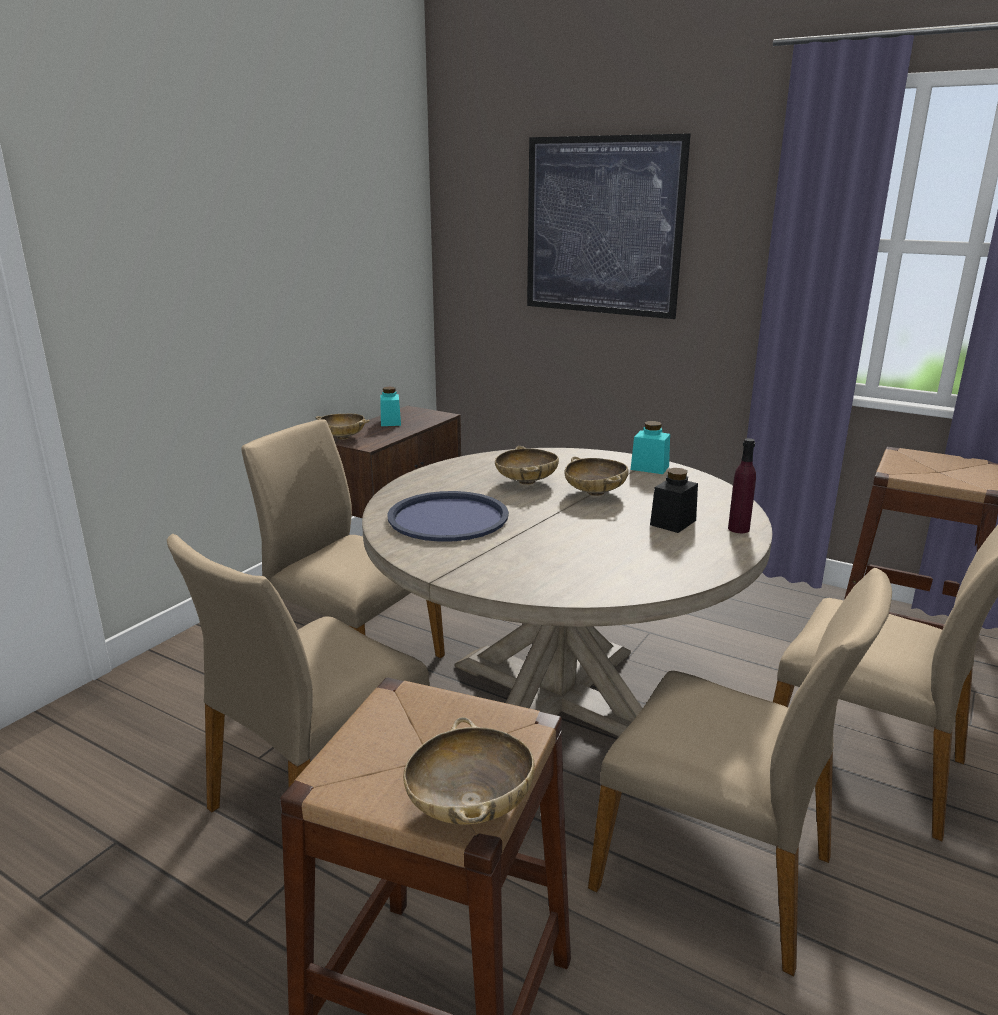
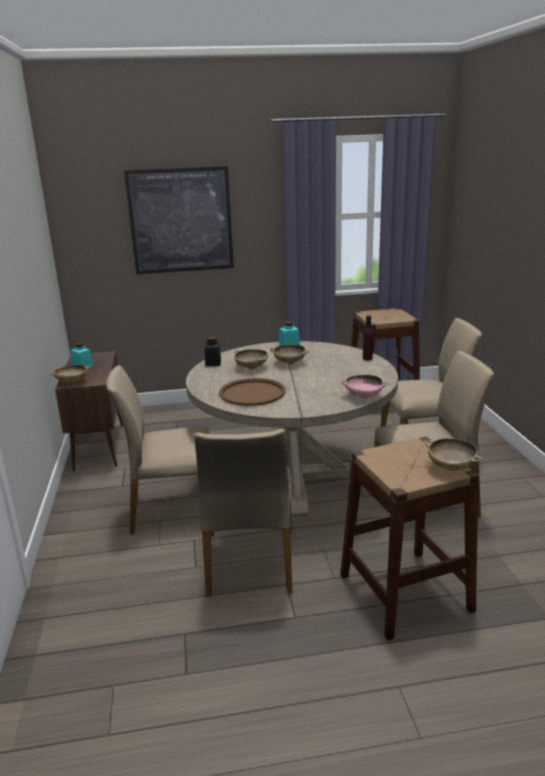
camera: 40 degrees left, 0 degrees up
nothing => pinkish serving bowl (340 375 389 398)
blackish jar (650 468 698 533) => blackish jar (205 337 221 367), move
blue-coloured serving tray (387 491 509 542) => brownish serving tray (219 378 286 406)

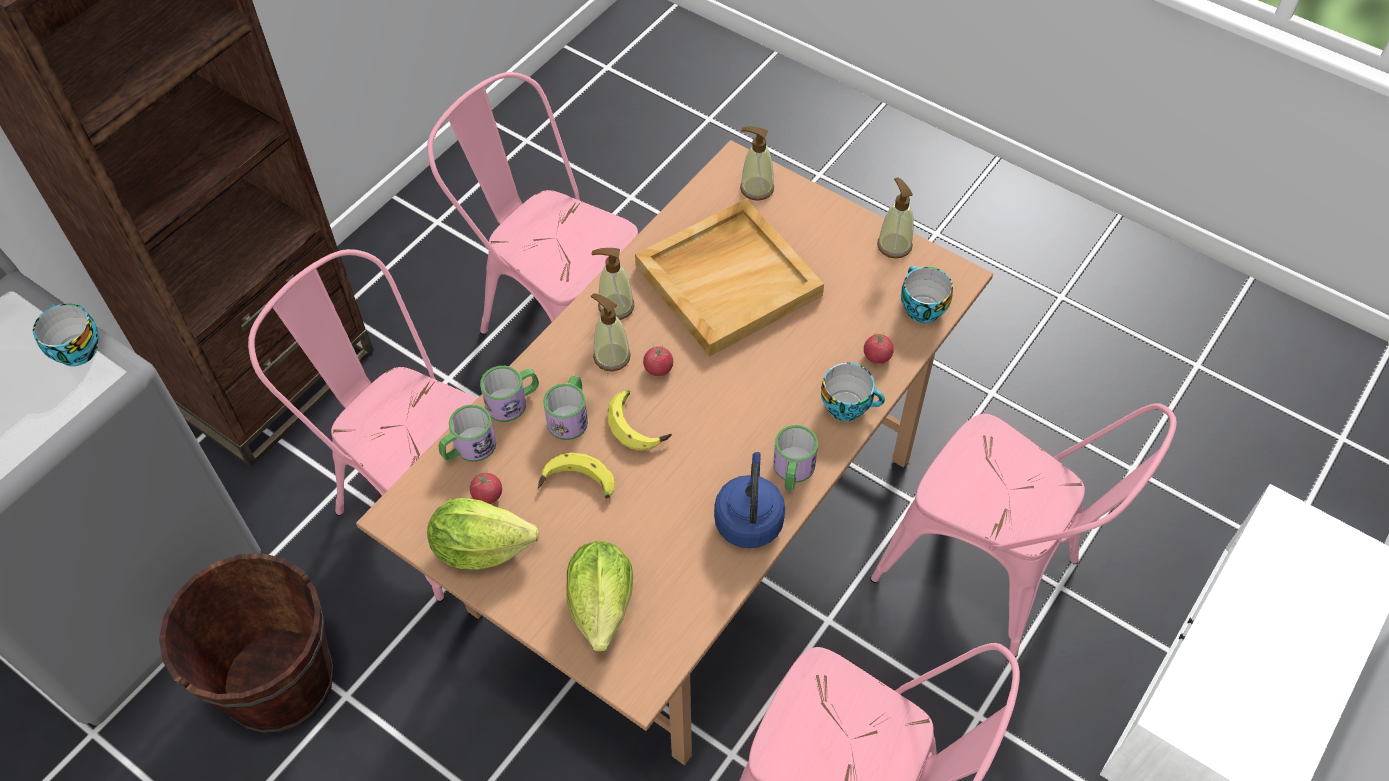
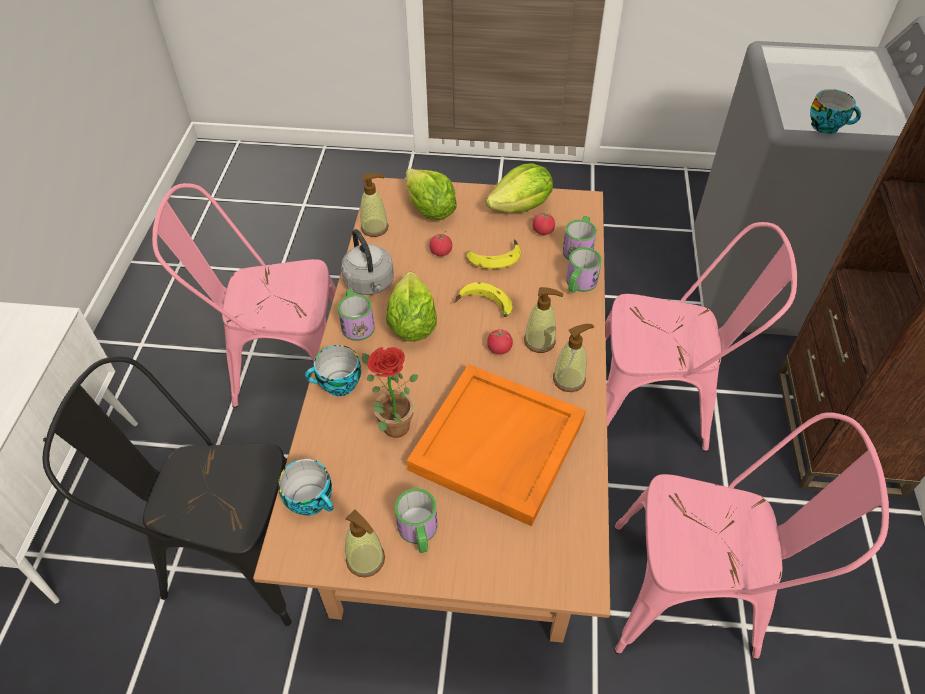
camera: 150 degrees right, 5 degrees down
brownish pail (159 553 334 733) => nothing
nothing => houseplant (362 347 418 438)
nothing => head of lettuce (386 272 437 341)
mug (543 375 588 440) => mug (395 488 438 553), move
soap bottle (740 126 774 201) => soap bottle (360 173 388 237), move
fresh tomato (864 331 894 364) => fresh tomato (429 231 452 256), move
beige serving tray (635 199 824 356) => orange-coloured serving tray (407 364 586 527)
blue-coloured water kettle (714 452 785 548) => grey water kettle (341 229 394 295)
pinkish upright chair (870 403 1177 657) => blackish upright chair (42 357 292 626)

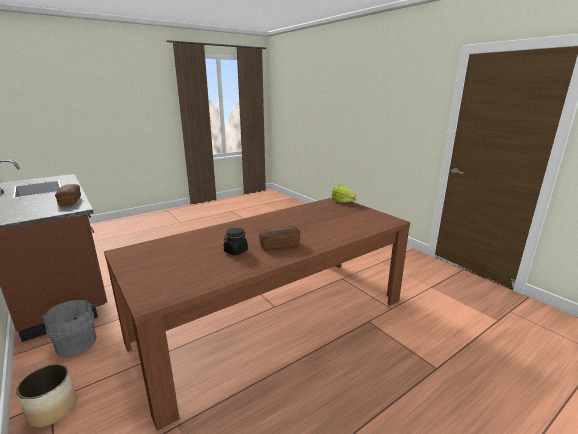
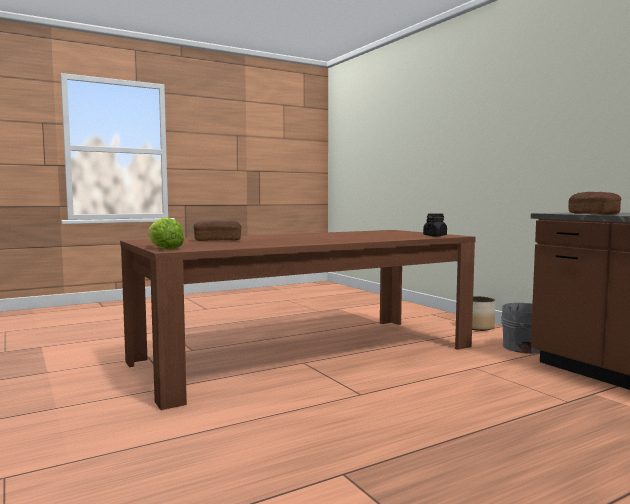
camera: 175 degrees left, 15 degrees down
blackish jar (224 228 248 255) => blackish jar (423 213 447 236), move
bread (259 226 300 249) => bread (193 220 241 241), move

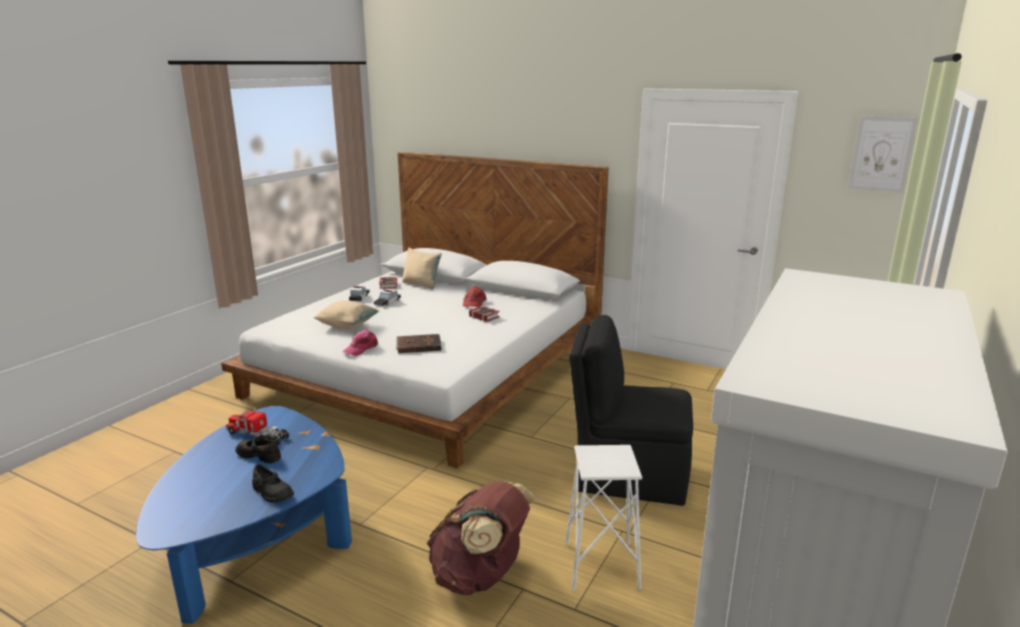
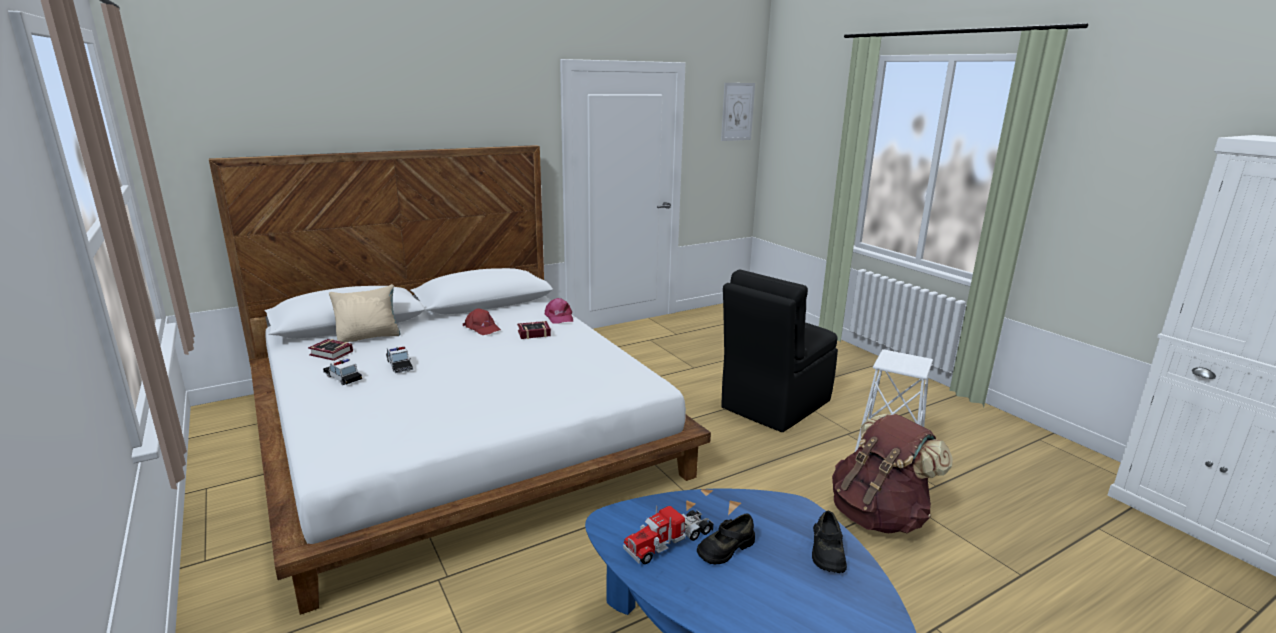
camera: 60 degrees left, 0 degrees up
beige pillow (313 301 379 329) => nothing
brownish volume (396 334 442 353) => nothing
pinkish peaked cap (343 330 378 356) => pinkish peaked cap (545 298 573 324), move
blackish shoe (252 464 294 503) => blackish shoe (812 511 847 573), 120 degrees clockwise

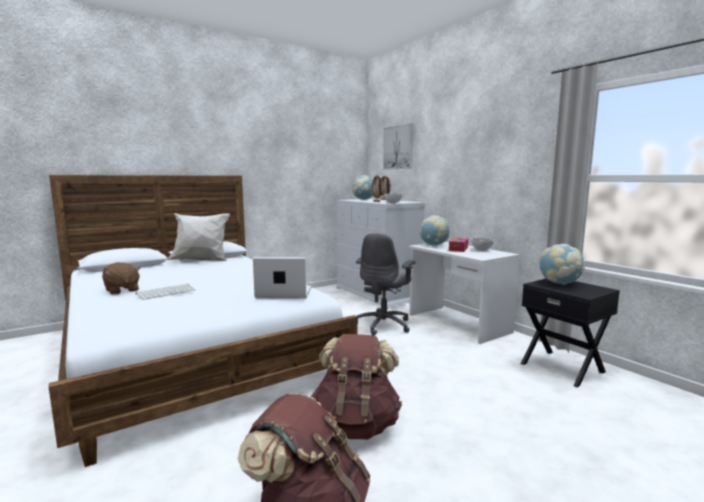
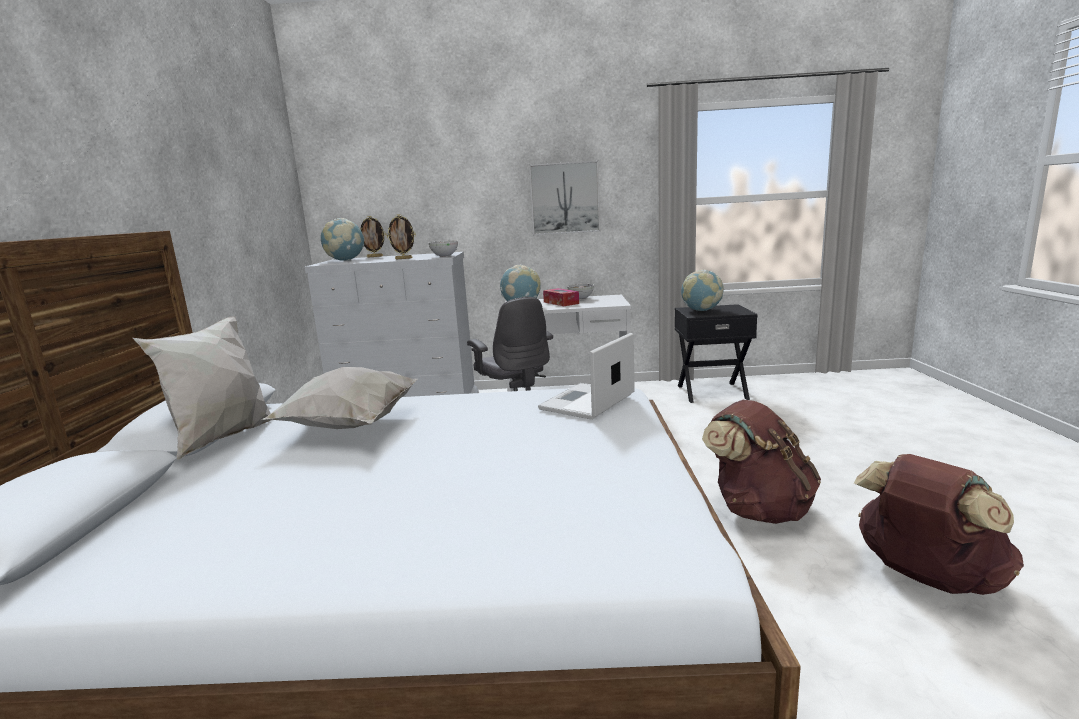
camera: 55 degrees left, 5 degrees up
brownish cuddly toy (102 262 141 295) => nothing
computer keyboard (136 284 195 300) => nothing
nothing => whitish pillow (261 367 418 429)
wall picture (383 123 414 170) => wall picture (529 160 600 235), move

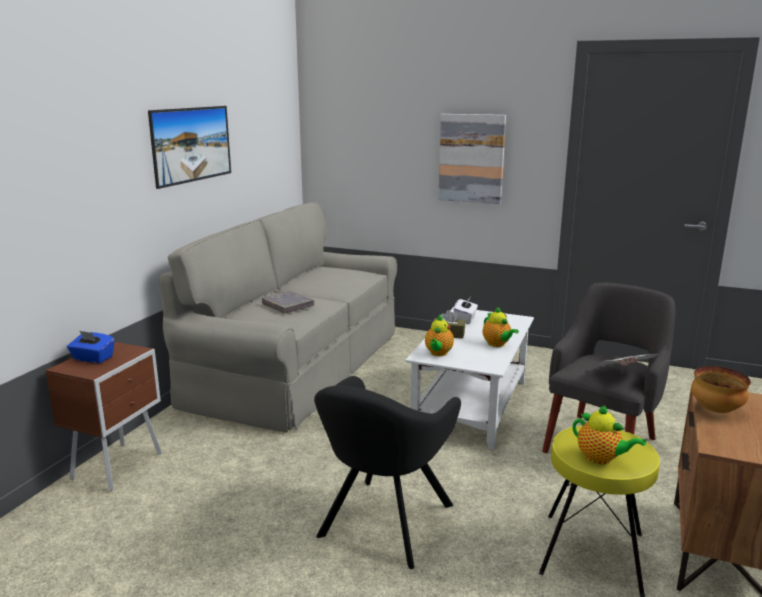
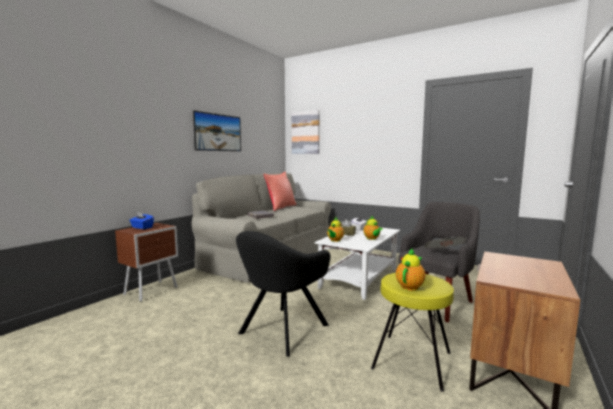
camera: 10 degrees right, 10 degrees down
serving bowl (691 366 751 413) => nothing
nothing => reddish pillow (263 172 297 211)
wall picture (438 114 506 204) => wall picture (292 110 320 154), move
teapot (573 405 646 465) => teapot (396 249 426 291), 105 degrees counterclockwise

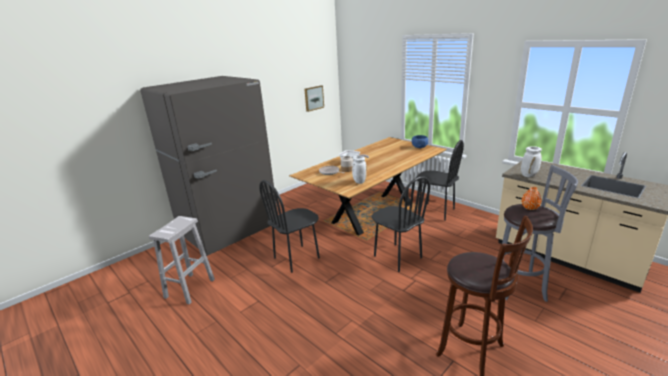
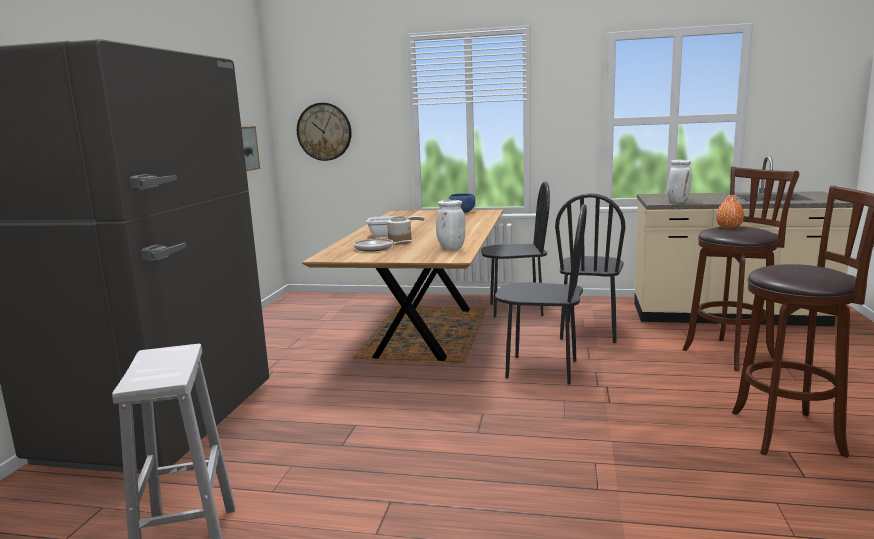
camera: 35 degrees left, 10 degrees down
nothing => clock on the wall (297 103 352 161)
blackish upright chair (259 180 320 273) => blackish upright chair (555 193 626 343), move
grey stool (502 165 578 302) => brownish stool (683 167 799 371)

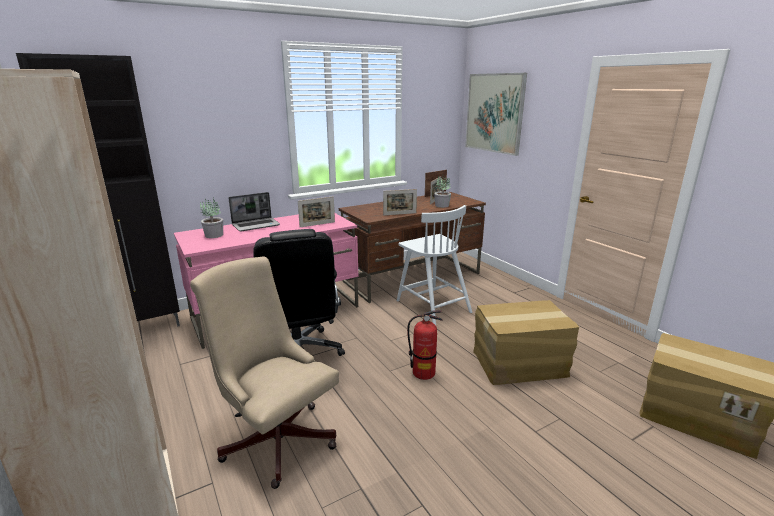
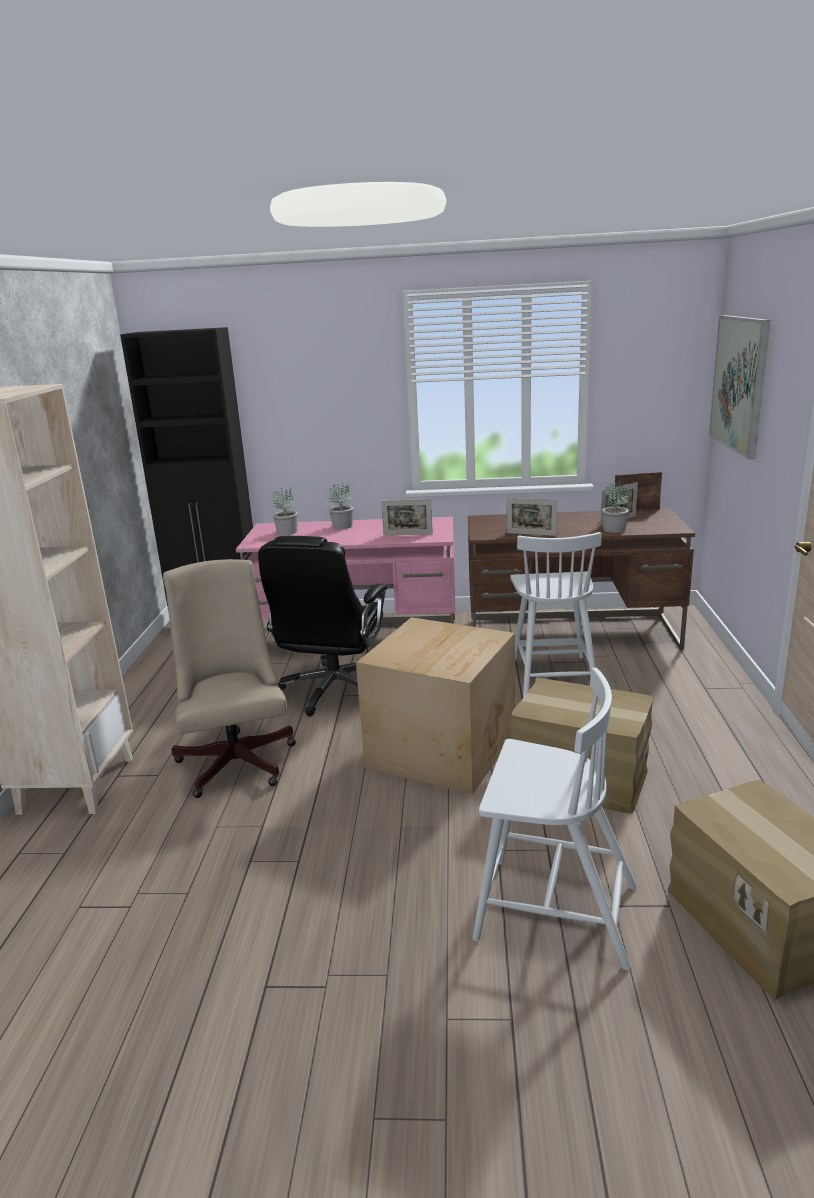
camera: 35 degrees right, 0 degrees up
nothing => whitish upright chair (473 668 637 970)
portable computer (228 192 280 231) => houseplant (329 484 353 529)
fire-fighting cylinder (407 310 443 380) => cardboard box (356 617 515 794)

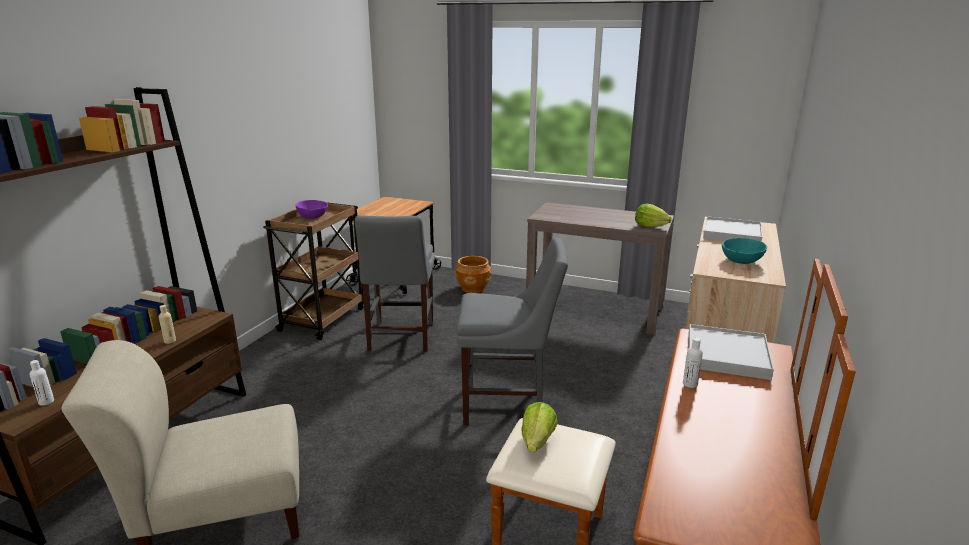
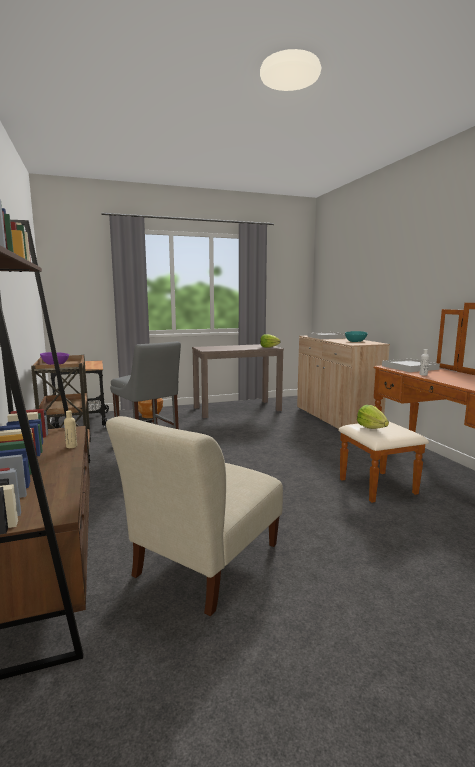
camera: 40 degrees left, 10 degrees down
whitish beverage bottle (30 360 54 406) => nothing
grey upright chair (456 237 568 425) => nothing

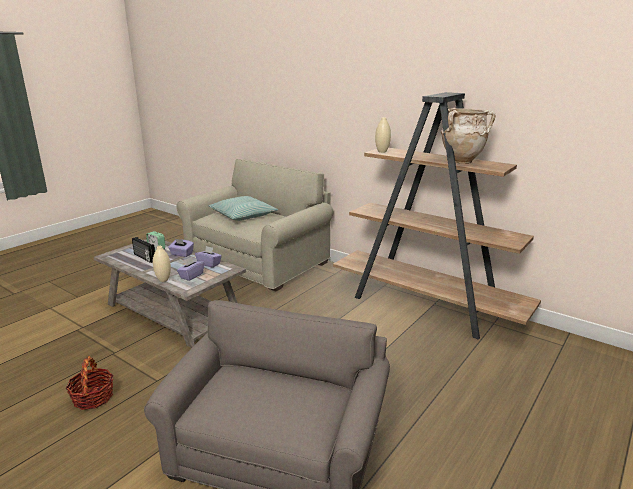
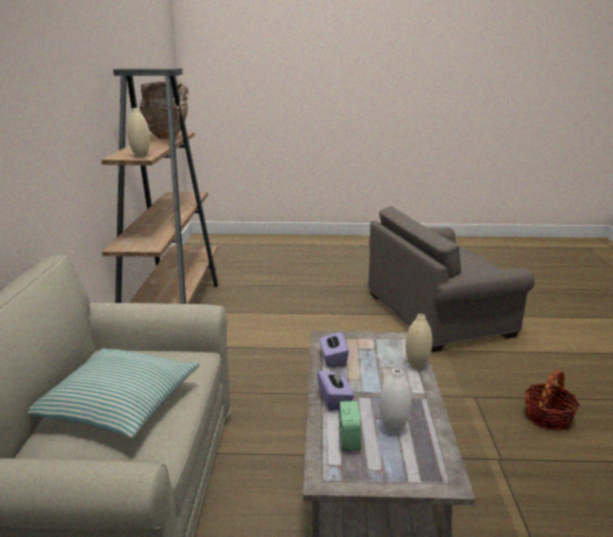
camera: 125 degrees left, 0 degrees up
purple tissue holder (177 257 204 281) => nothing
radio receiver (132 237 155 263) => whitish vase (379 369 411 433)

